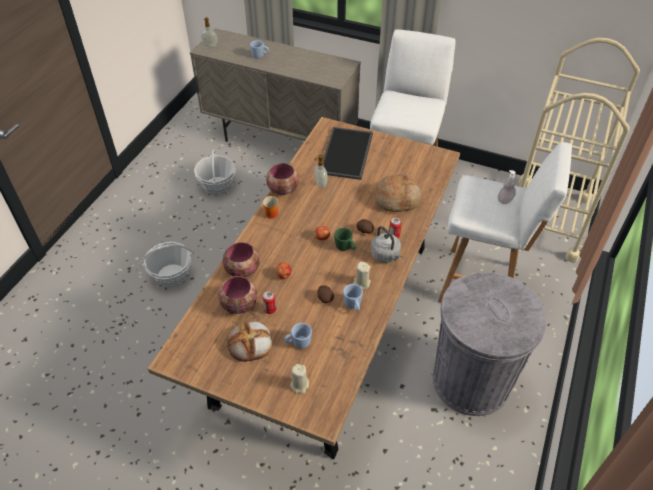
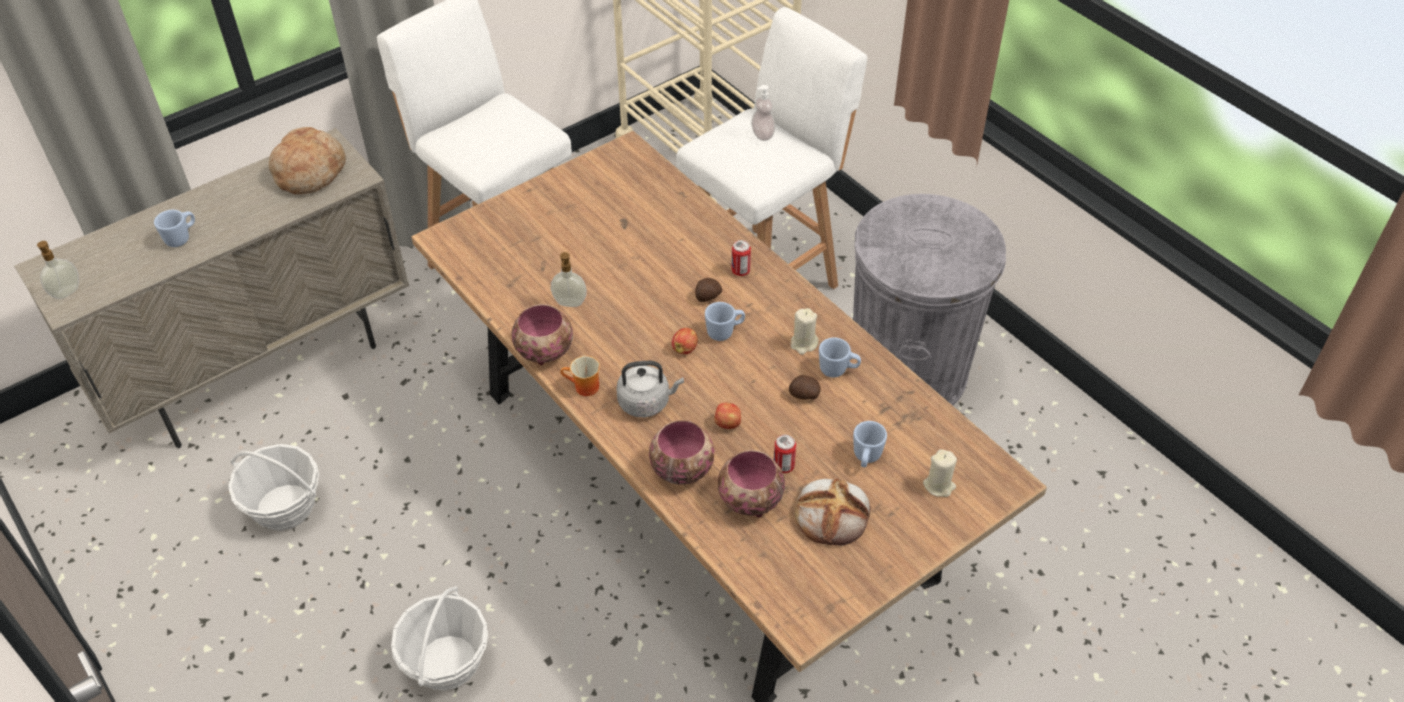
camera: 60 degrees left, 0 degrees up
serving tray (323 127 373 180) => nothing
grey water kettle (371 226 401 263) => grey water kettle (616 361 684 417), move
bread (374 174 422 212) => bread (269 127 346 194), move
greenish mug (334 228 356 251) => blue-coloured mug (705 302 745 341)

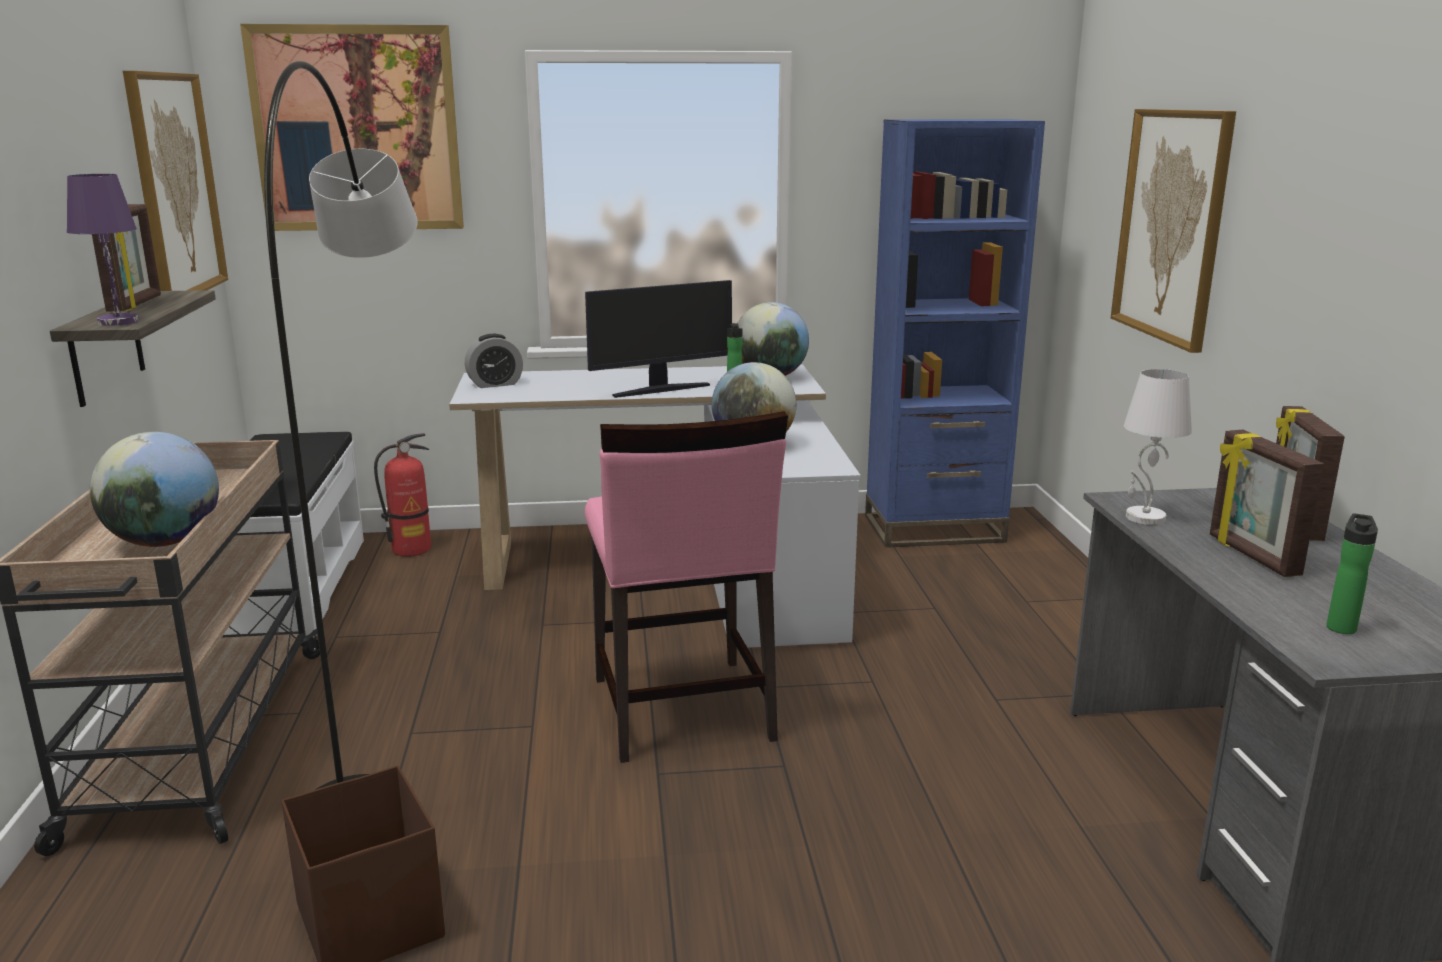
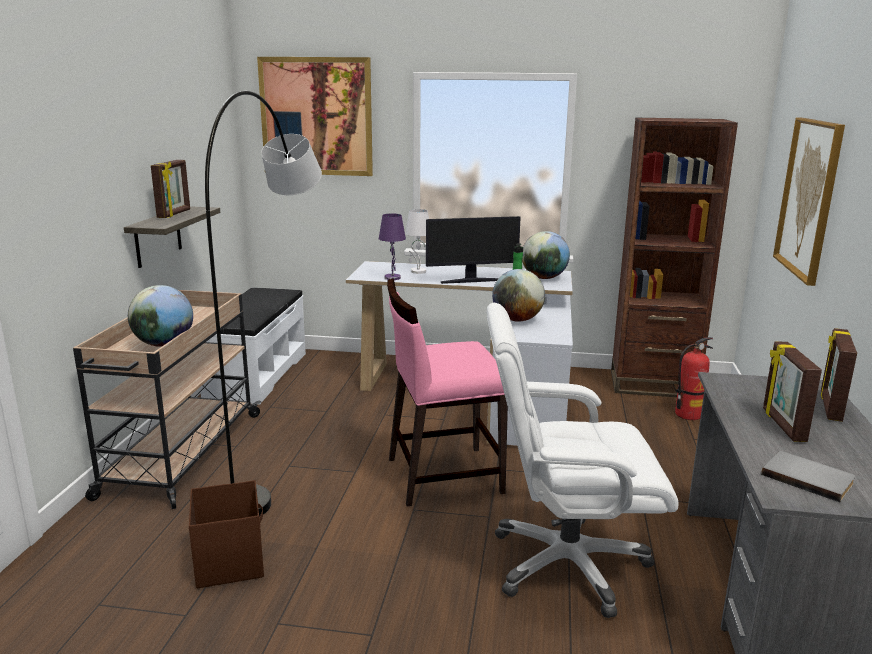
camera: 15 degrees right, 0 degrees up
wall picture (123 71 228 291) => nothing
alarm clock (465 334 523 388) => nothing
nothing => whitish office chair (486 303 679 618)
purple tabletop lamp (67 174 139 326) => purple tabletop lamp (379 213 406 280), move
fire-fighting cylinder (374 433 431 557) => fire-fighting cylinder (675 337 713 420), move
whitish tabletop lamp (1124 369 1192 525) => whitish tabletop lamp (405 209 429 274), move
beverage bottle (1326 513 1378 634) => grey volume (761 451 855 502)
blue-coloured shelving unit (865 119 1045 548) => brownish shelving unit (611 118 738 397)
pinkish upright chair (585 411 788 763) => pinkish upright chair (387 279 508 507), 75 degrees clockwise

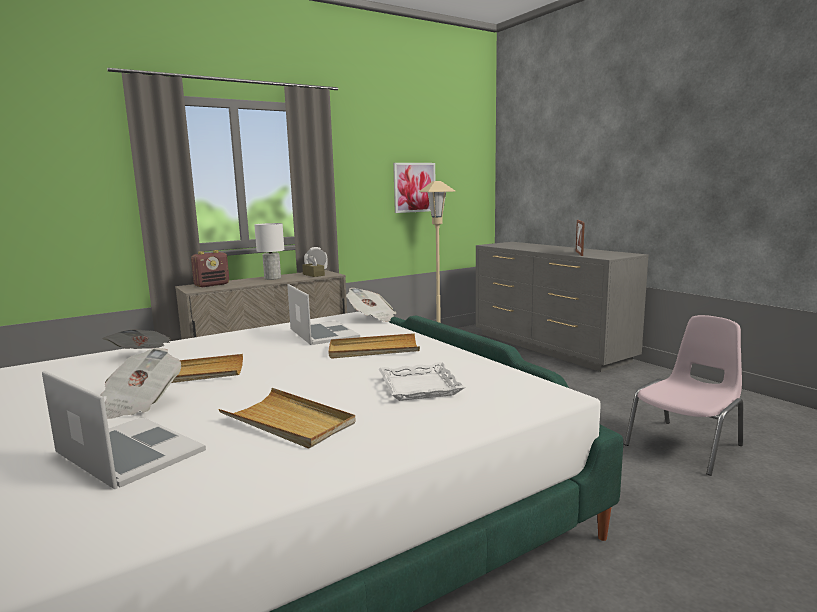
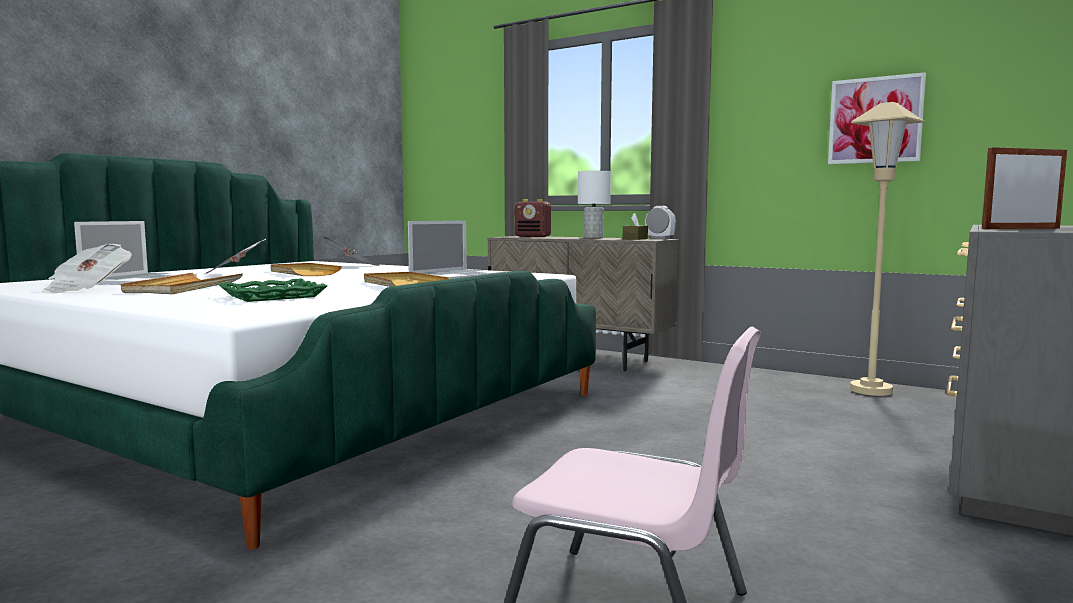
camera: 65 degrees right, 5 degrees down
newspaper (346 288 396 322) => newspaper (42 244 132 294), move
whitish serving tray (379 362 465 401) => greenish serving tray (218 279 327 302)

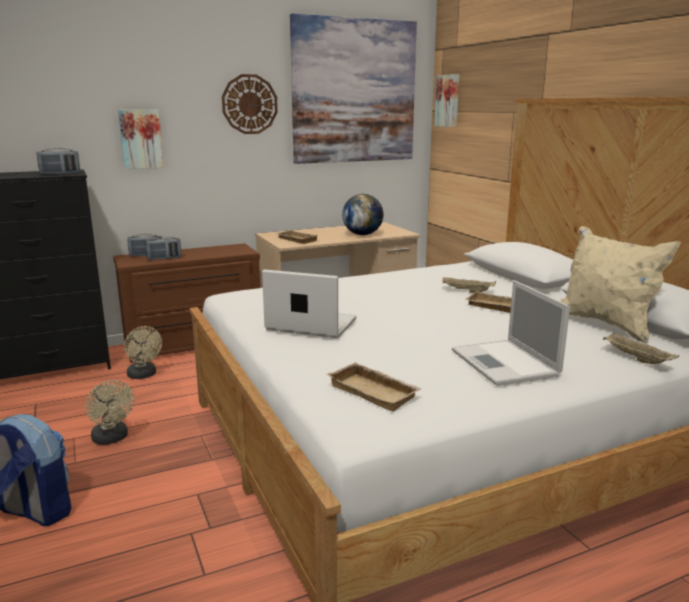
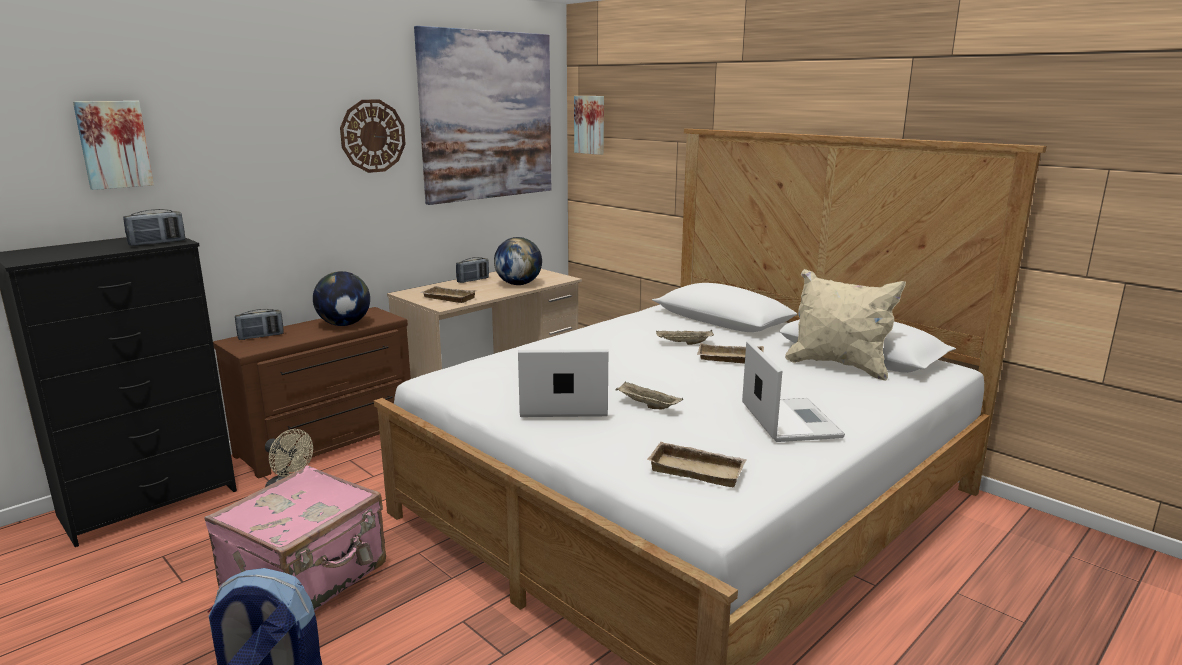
camera: 20 degrees left, 0 degrees up
nothing => desk globe (313 271 370 326)
wall picture (118 109 164 169) => wall picture (73 101 154 190), move
radio receiver (145 237 181 260) => radio receiver (456 257 489 283), move
beige serving tray (603 333 679 364) => beige serving tray (616 382 683 409), move
beige cooling fan (86 380 134 445) => pinkish suitcase (204 465 386 611)
portable computer (452 280 570 386) => portable computer (742 340 845 442), 150 degrees counterclockwise

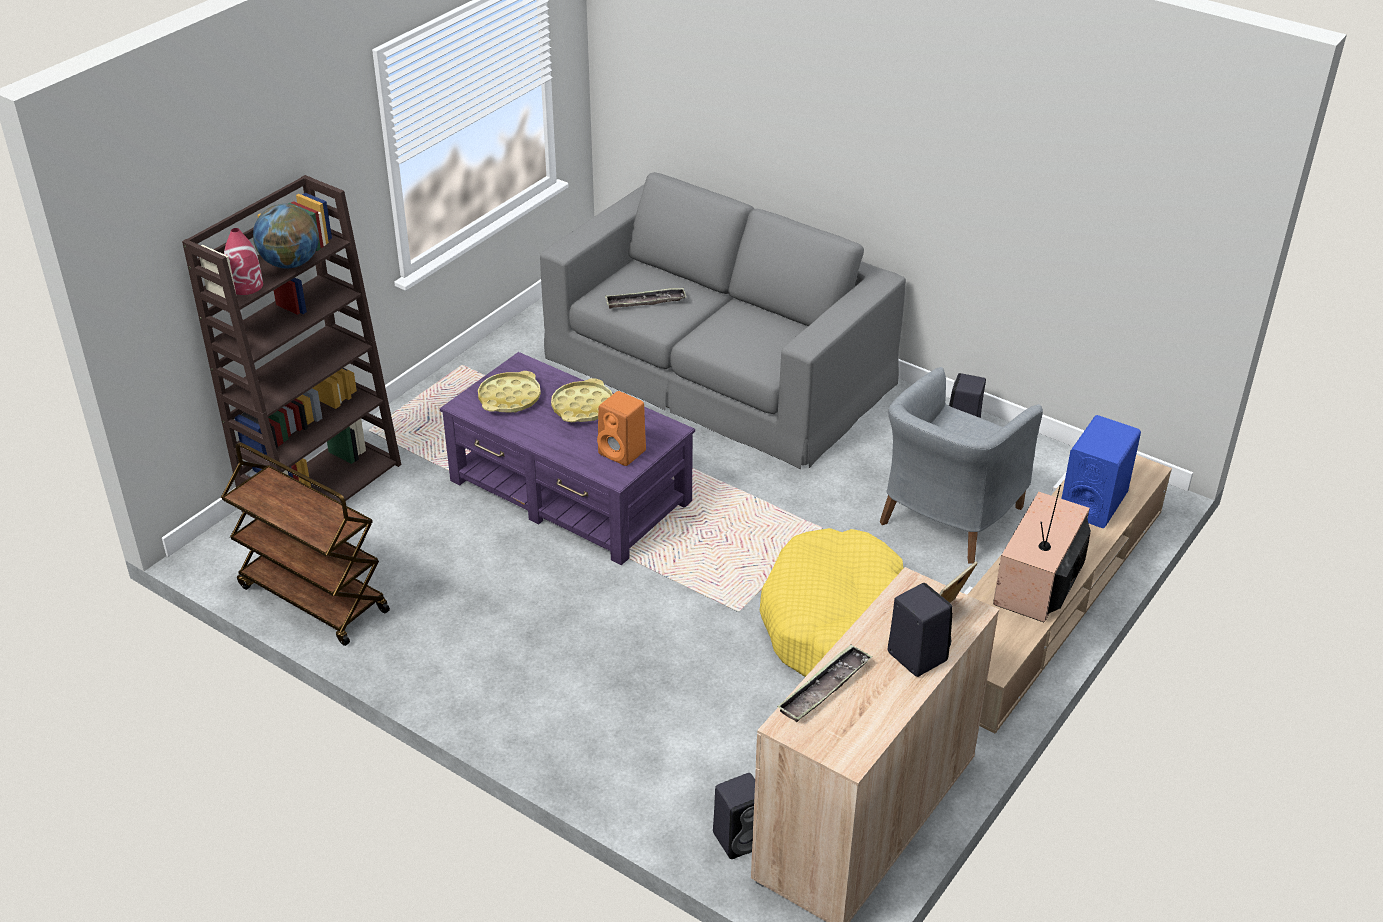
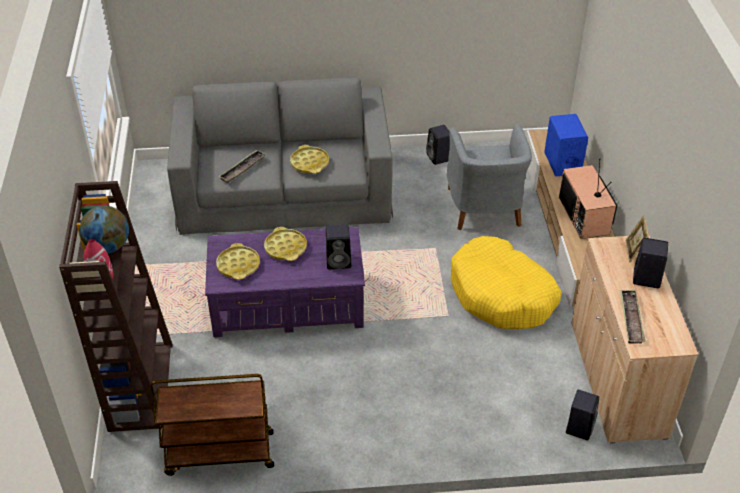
camera: 40 degrees left, 5 degrees up
nothing => yellowish serving tray (290 145 329 174)
orange-coloured loudspeaker (597 391 646 466) => blackish loudspeaker (326 224 351 269)

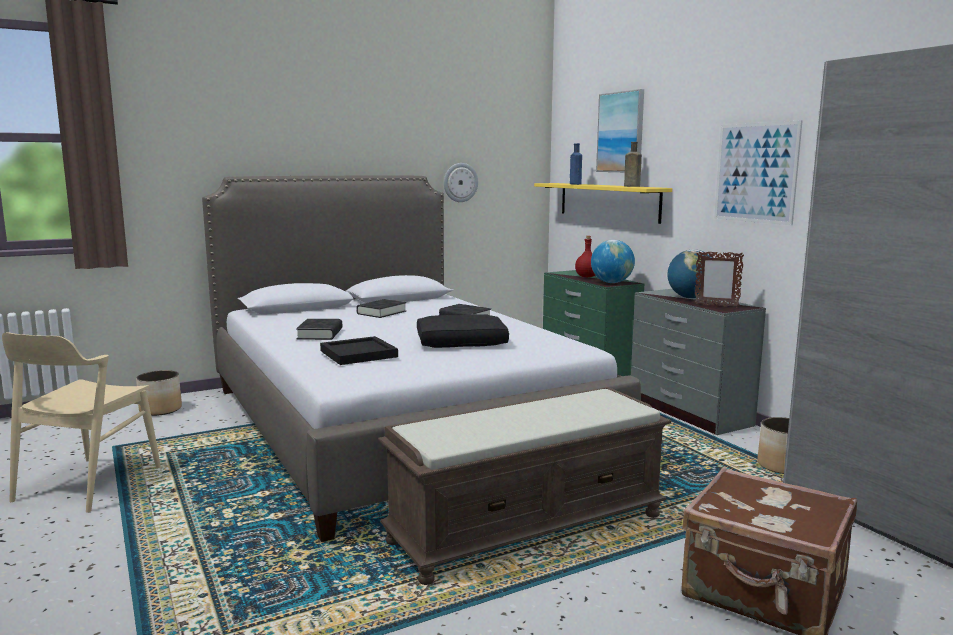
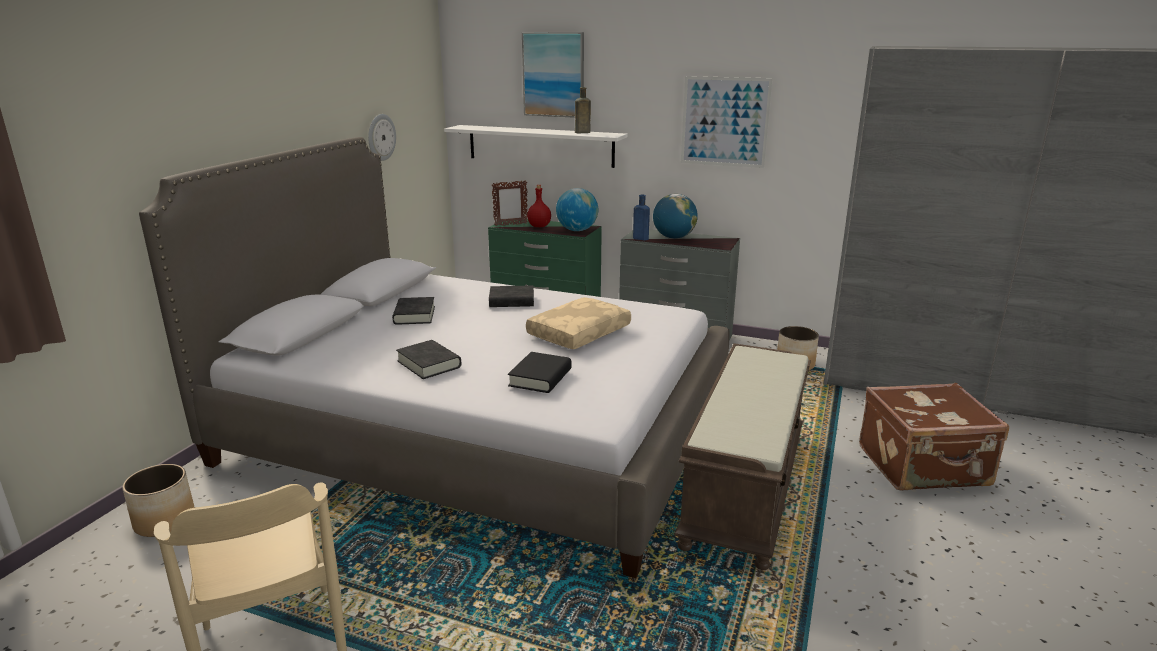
camera: 40 degrees left, 10 degrees up
blue-coloured beverage bottle (570 143 582 185) => blue-coloured beverage bottle (633 195 650 240), move
photo frame (695 251 744 307) => photo frame (492 180 528 226), move
blackish serving tray (320 336 398 365) => blackish volume (508 352 572 393)
blackish pillow (417 314 509 348) => beige pillow (526 297 631 349)
yellowish bracket shelf (534 183 672 224) => whitish bracket shelf (444 125 627 168)

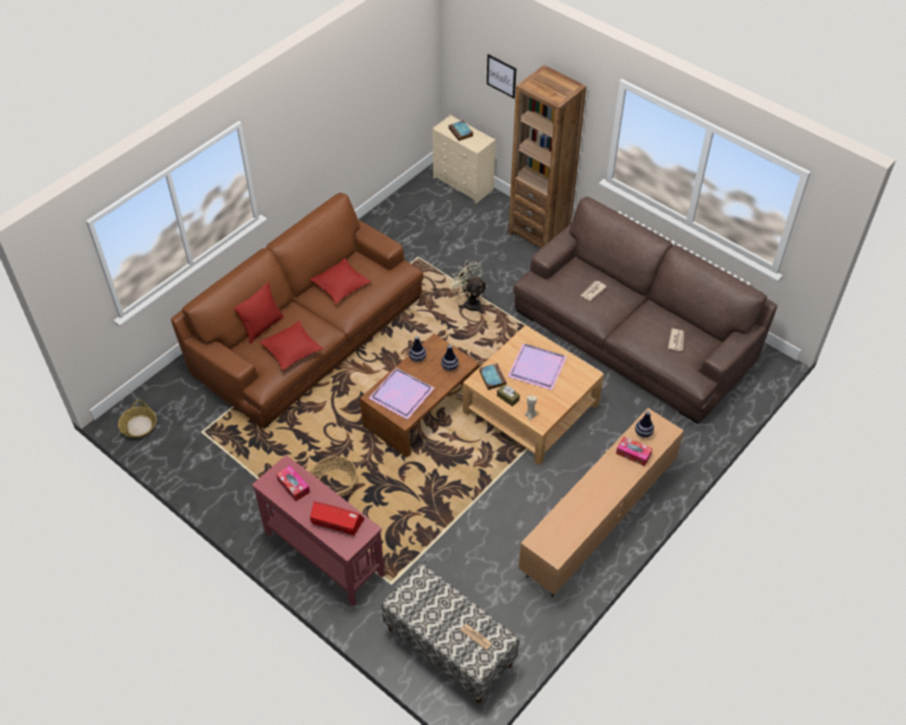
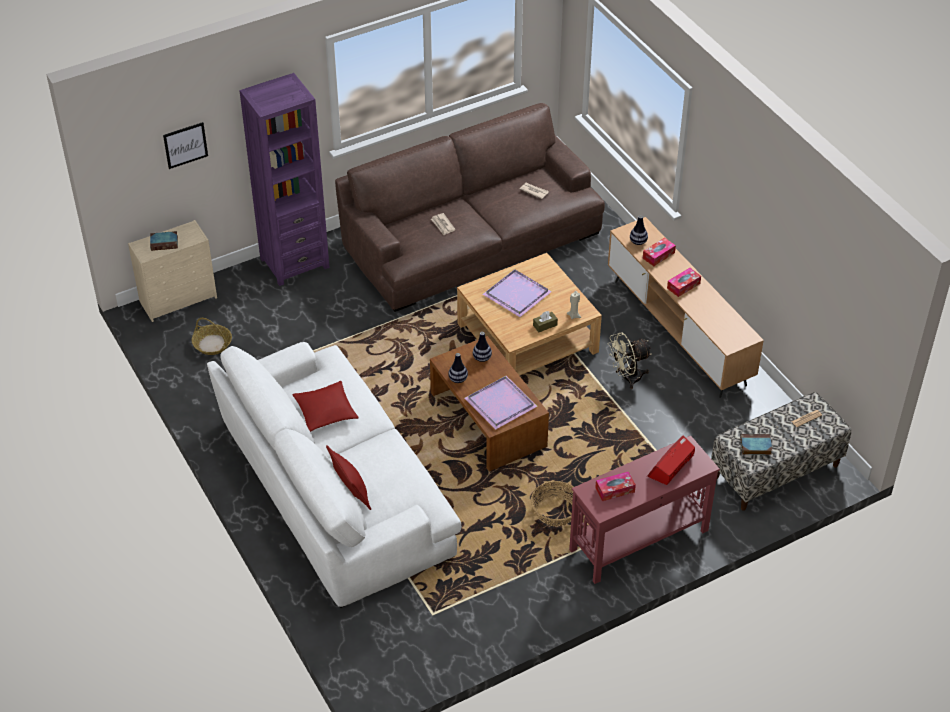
camera: 70 degrees left, 5 degrees down
reddish pillow (259 321 323 371) => nothing
nothing => tissue holder (667 268 701 297)
storage basket (118 400 157 438) => storage basket (192 318 232 355), move
beige cooling fan (448 260 487 314) => beige cooling fan (608 332 651 389), move
volume (479 363 506 390) => volume (740 434 772 455), move
brownish couch (171 193 423 428) => whitish couch (207 342 461 608)
brownish shelving unit (508 65 587 248) => purple shelving unit (239 73 330 286)

